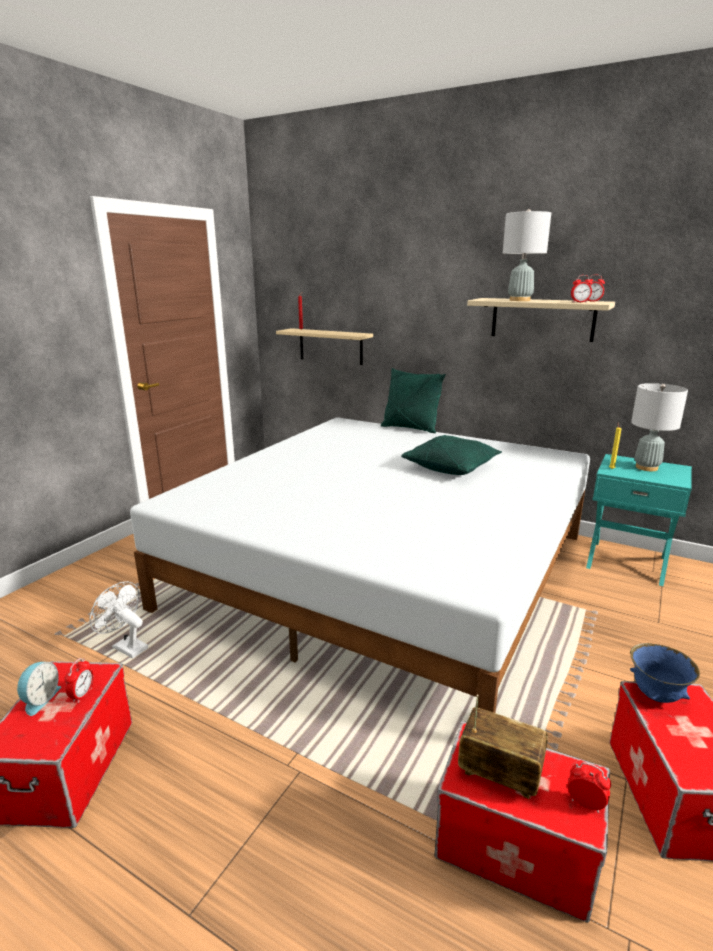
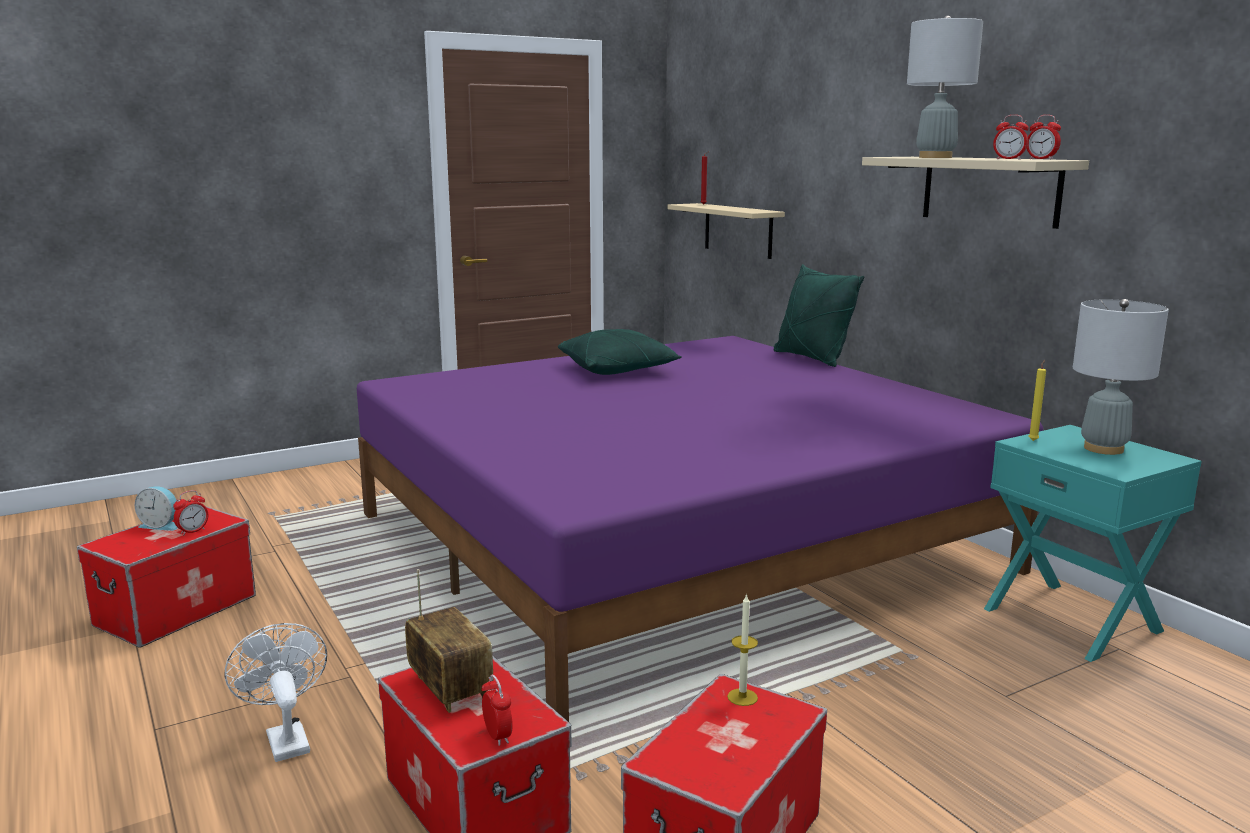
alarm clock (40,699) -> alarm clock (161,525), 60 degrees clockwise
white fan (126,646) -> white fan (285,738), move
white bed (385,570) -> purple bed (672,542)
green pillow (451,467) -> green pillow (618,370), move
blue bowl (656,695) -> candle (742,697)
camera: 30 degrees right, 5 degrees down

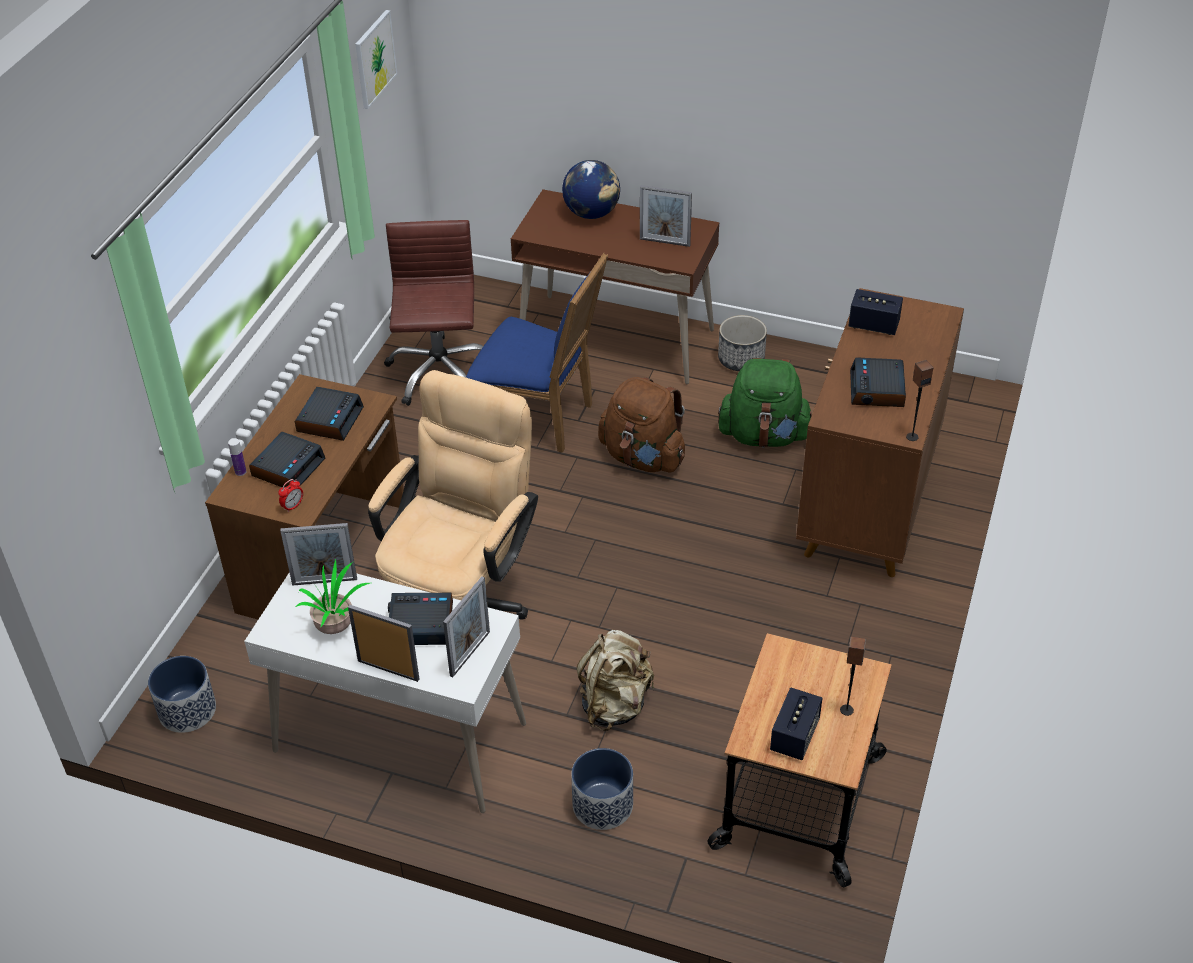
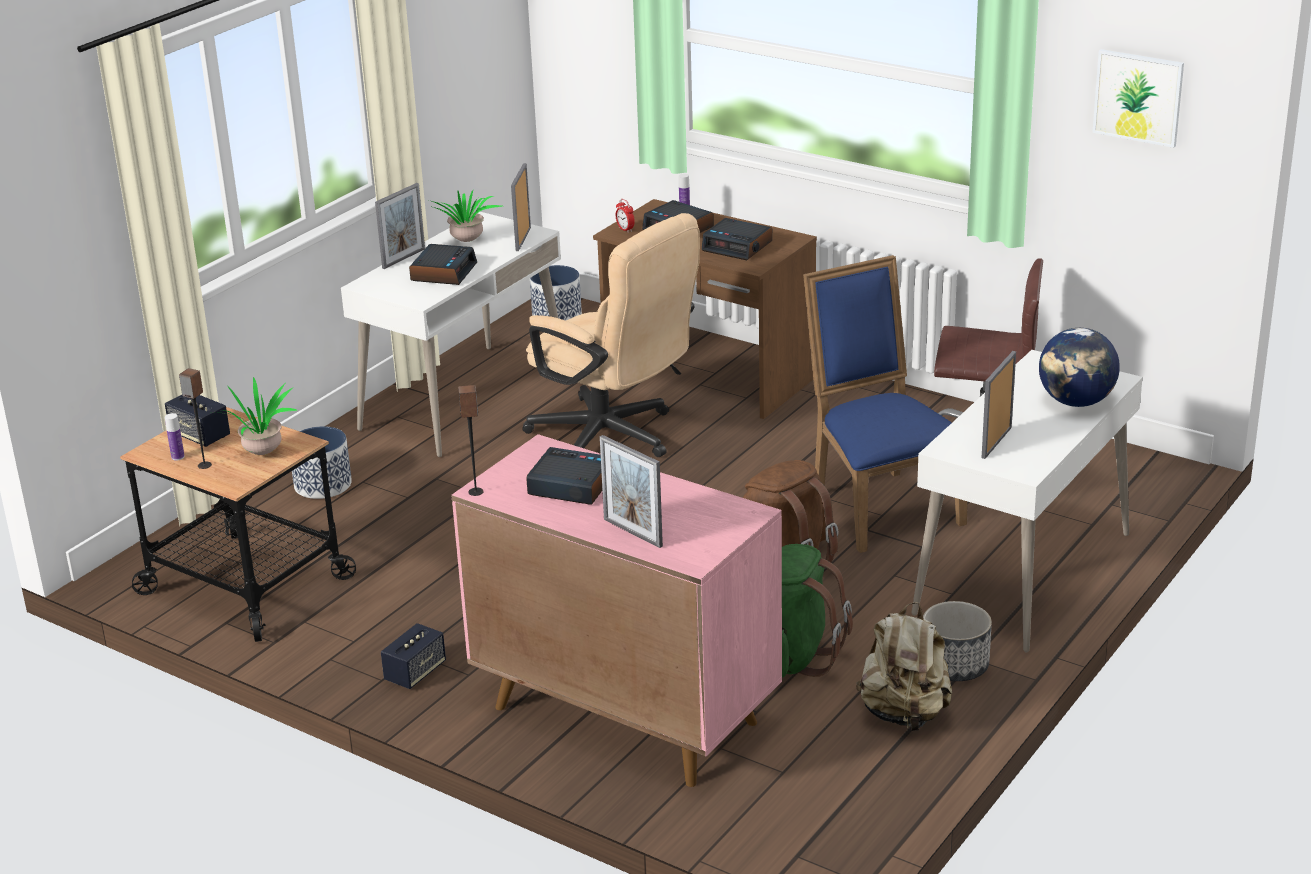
none -> bottle (178,457)
none -> potted plant (262,451)
speaker (873,325) -> speaker (415,673), move
brown cabinet (867,506) -> pink cabinet (623,714)
picture frame (470,653) -> picture frame (632,533), move
blue chair (539,418) -> blue chair (879,505), 120 degrees clockwise
beige backpack (615,704) -> beige backpack (904,714), move
brown desk (616,339) -> white desk (1024,574)
camera: 105 degrees right, 15 degrees down

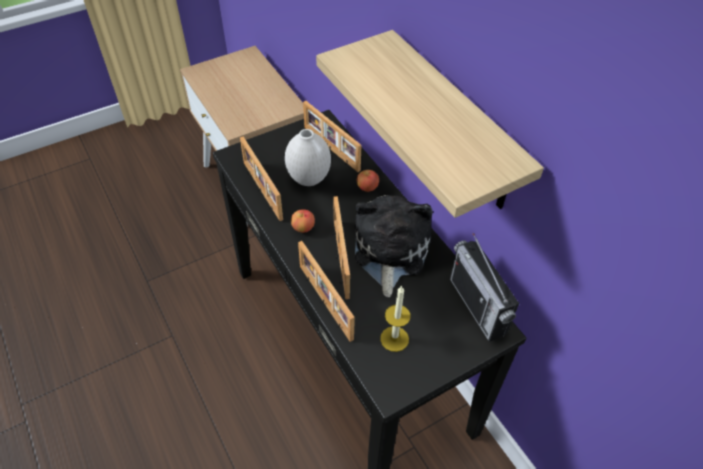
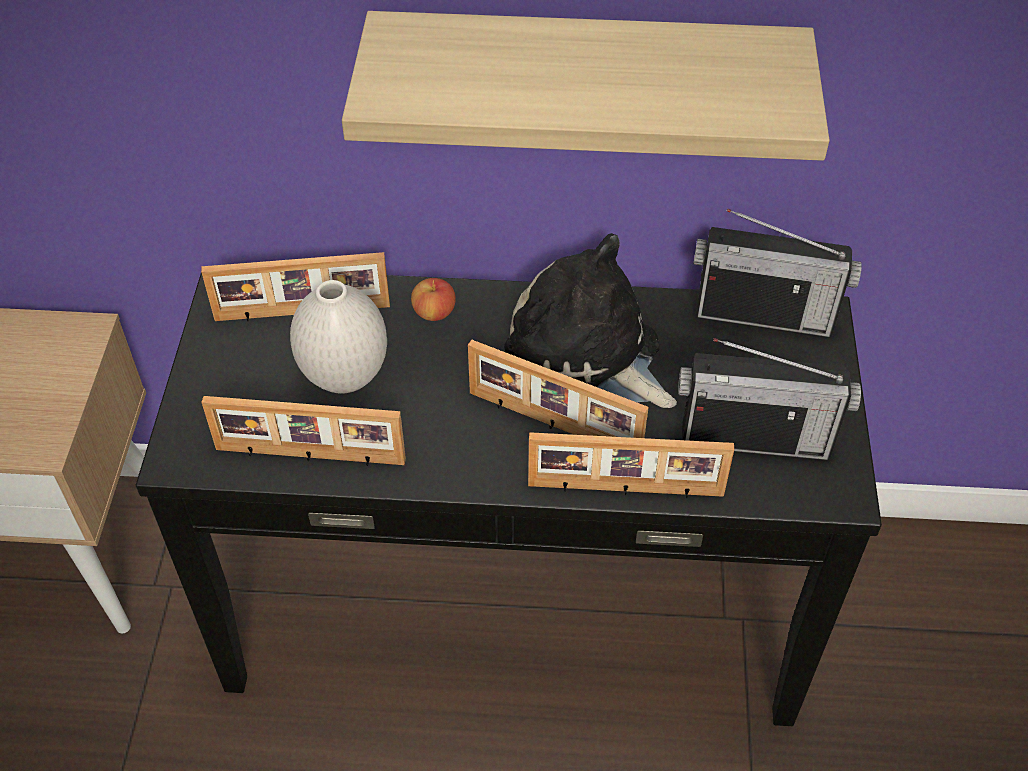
candle (394,339) -> radio (755,439)
apple (303,227) -> none
camera: 55 degrees left, 0 degrees up

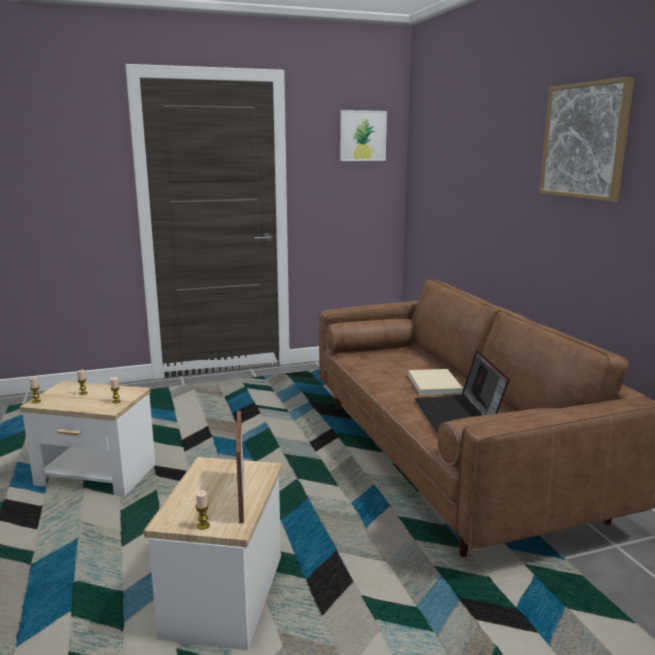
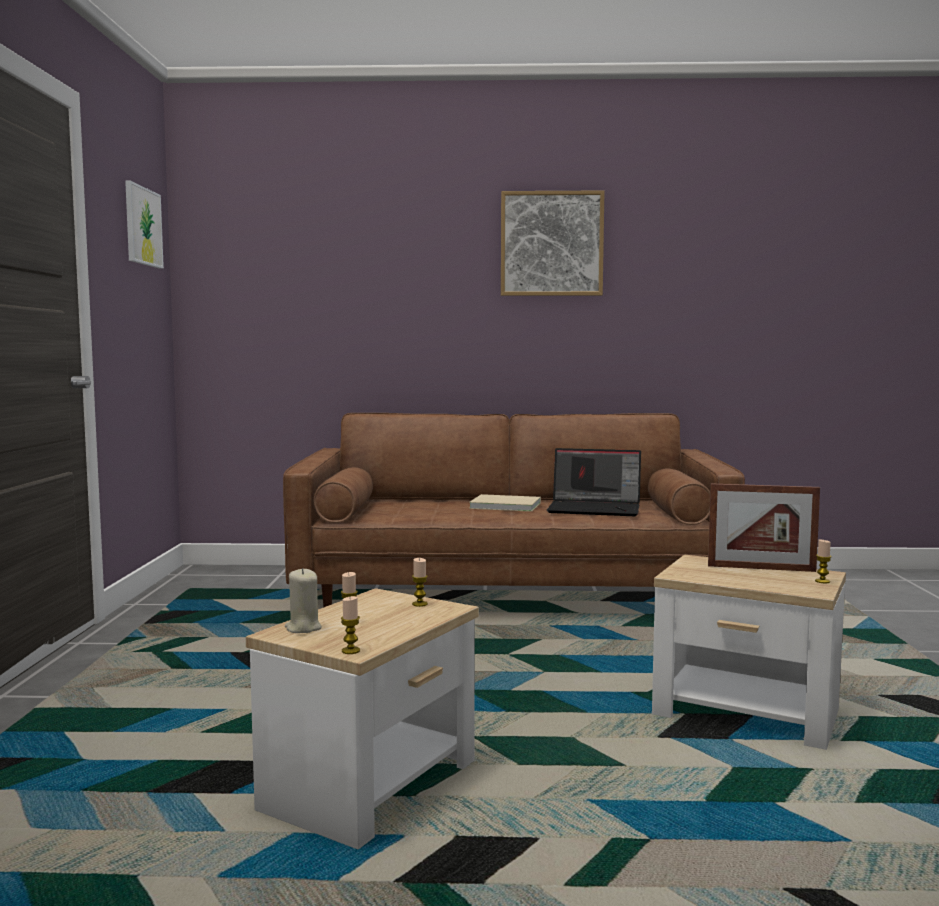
none -> beige candle (303,628)
camera: 70 degrees left, 10 degrees down

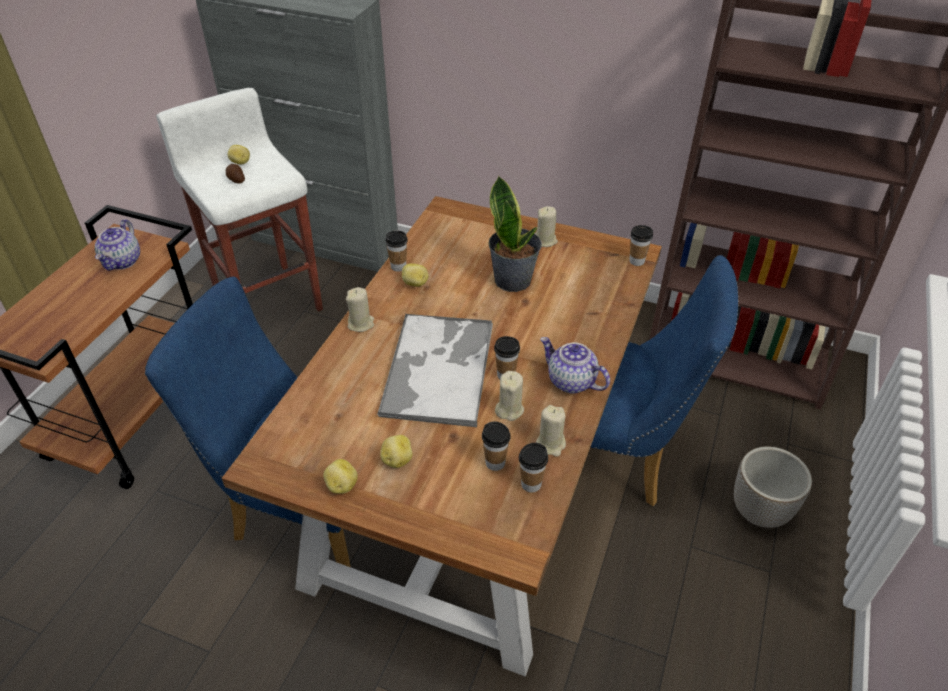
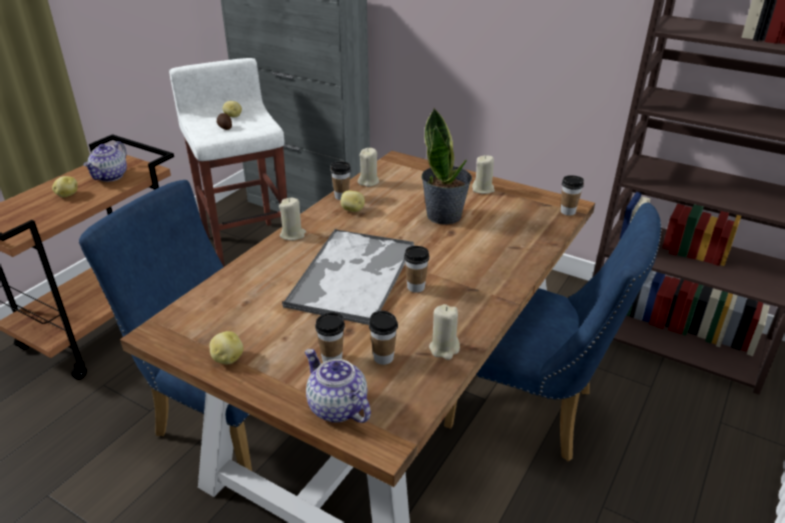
potato (396,460) -> potato (67,195), move
teapot (570,381) -> teapot (336,407), move
cup (531,484) -> cup (332,359), move
beige candle (509,409) -> beige candle (368,182), move
planter (760,512) -> none
camera: 10 degrees right, 10 degrees down

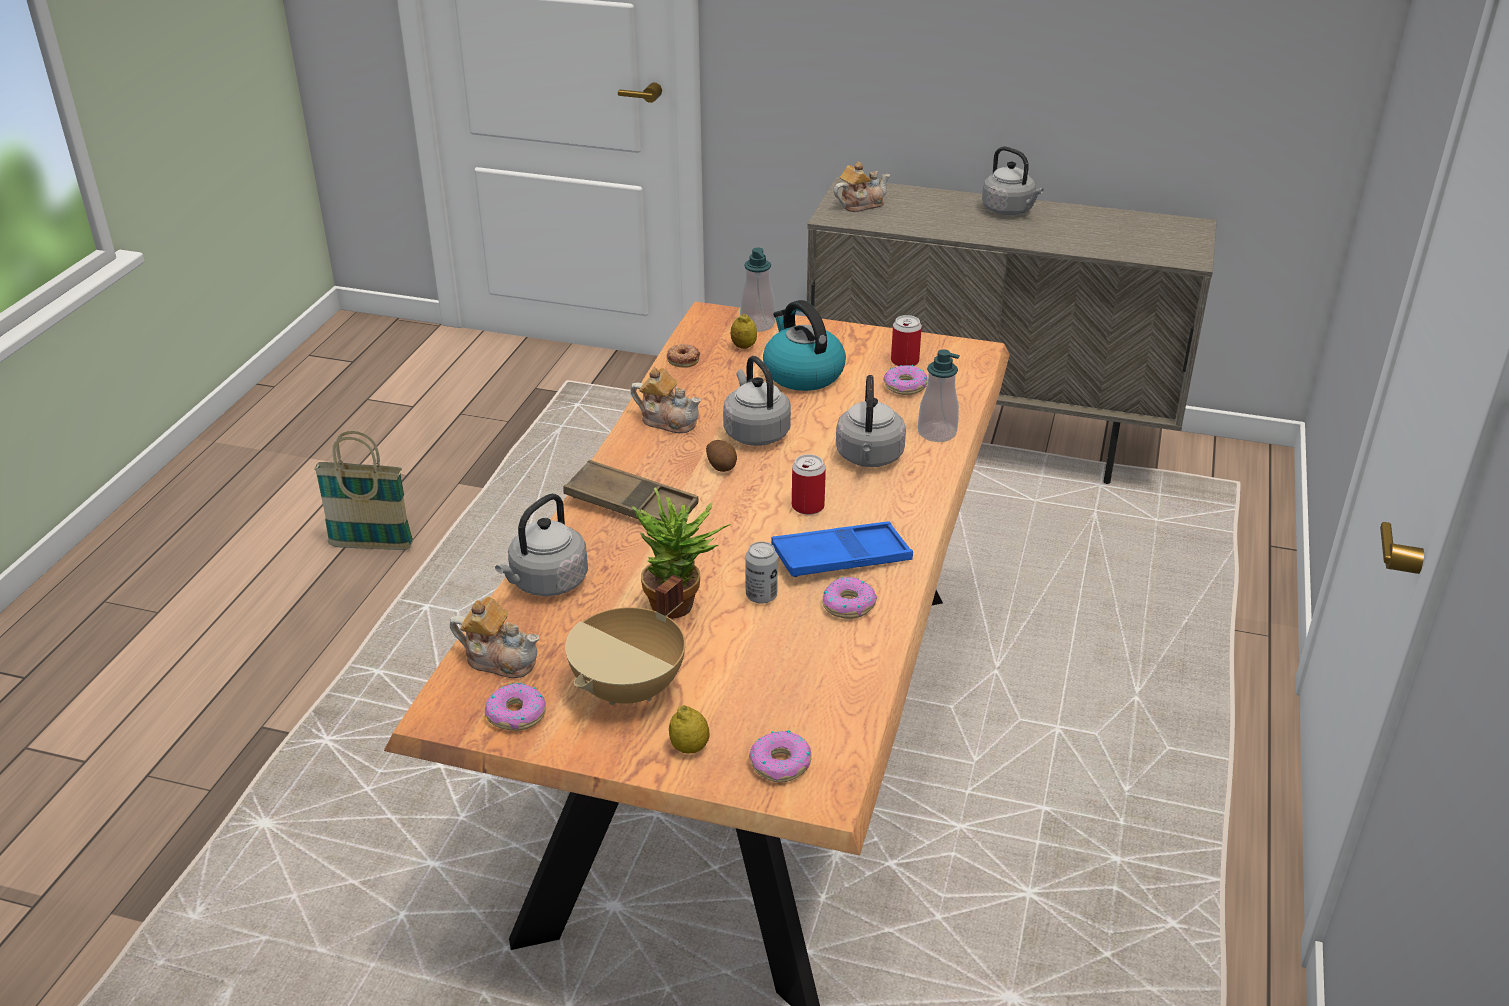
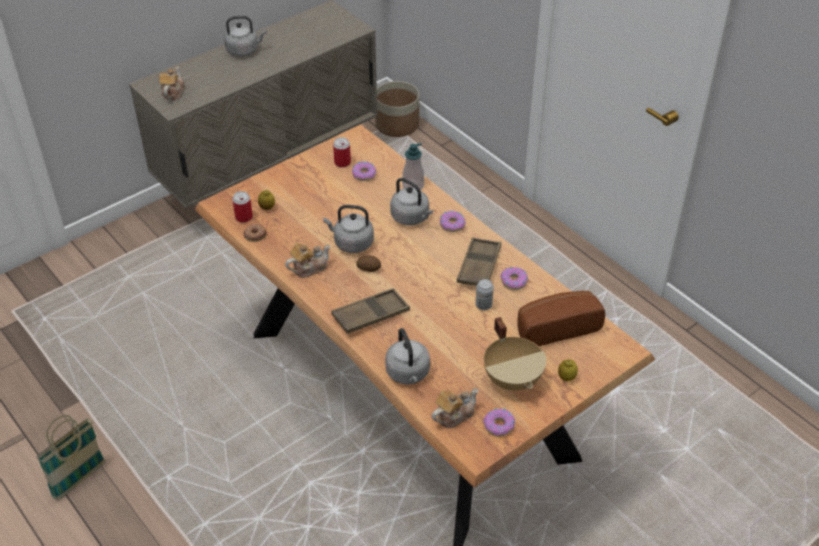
can (807,506) -> can (244,217), move
none -> planter (397,124)
donut (781,764) -> donut (452,224), move
blue tray (841,558) -> brown tray (479,266)
none -> bread (555,327)
potted plant (681,606) -> none
soap dispenser (757,324) -> none
kettle (802,374) -> none
camera: 55 degrees left, 10 degrees up

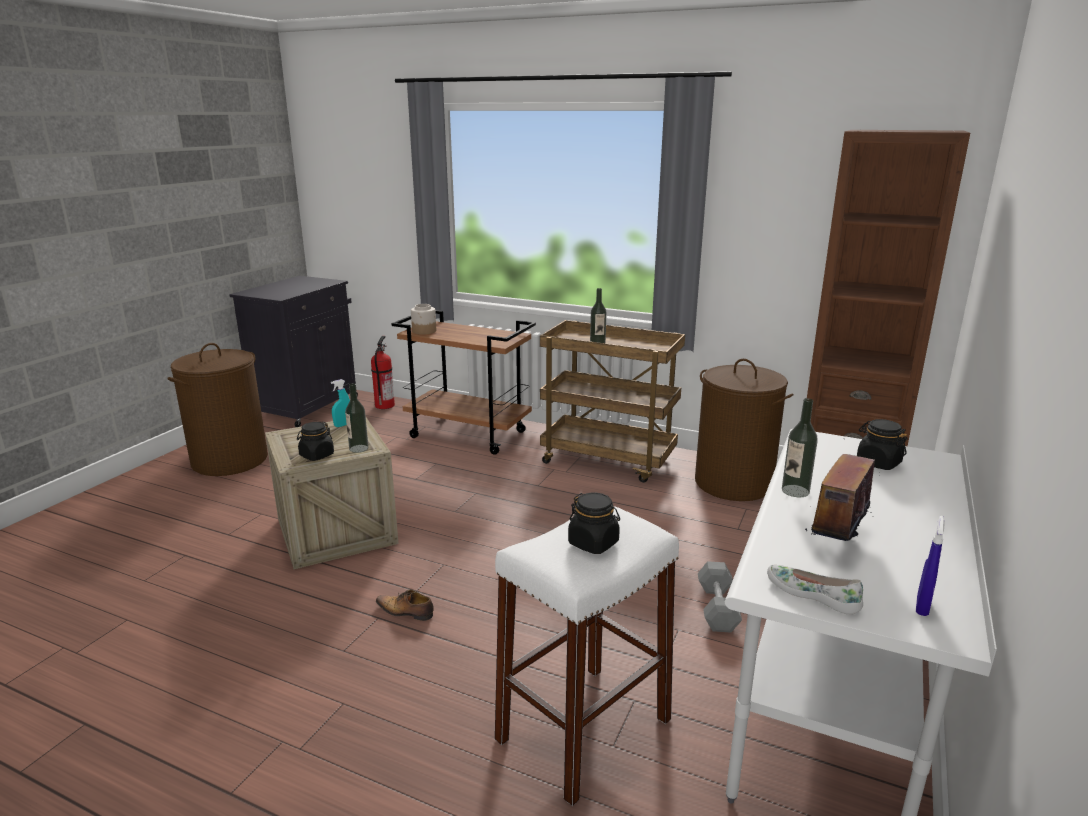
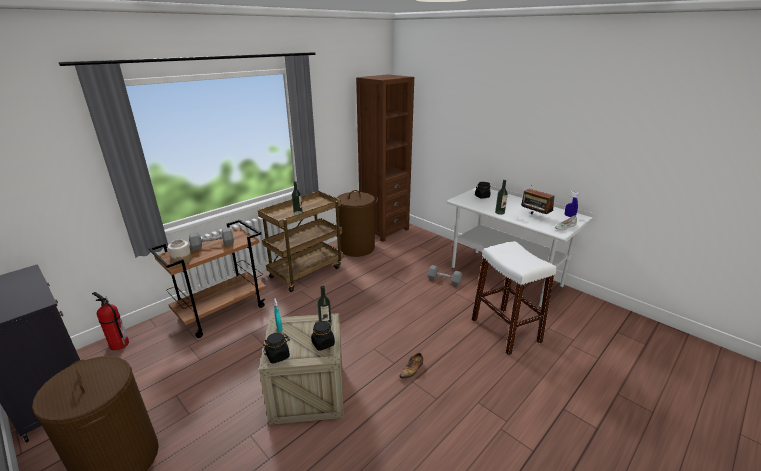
none -> grey dumbbell (213,245)
black jar (593,543) -> black jar (278,356), move
camera: 70 degrees left, 5 degrees up

